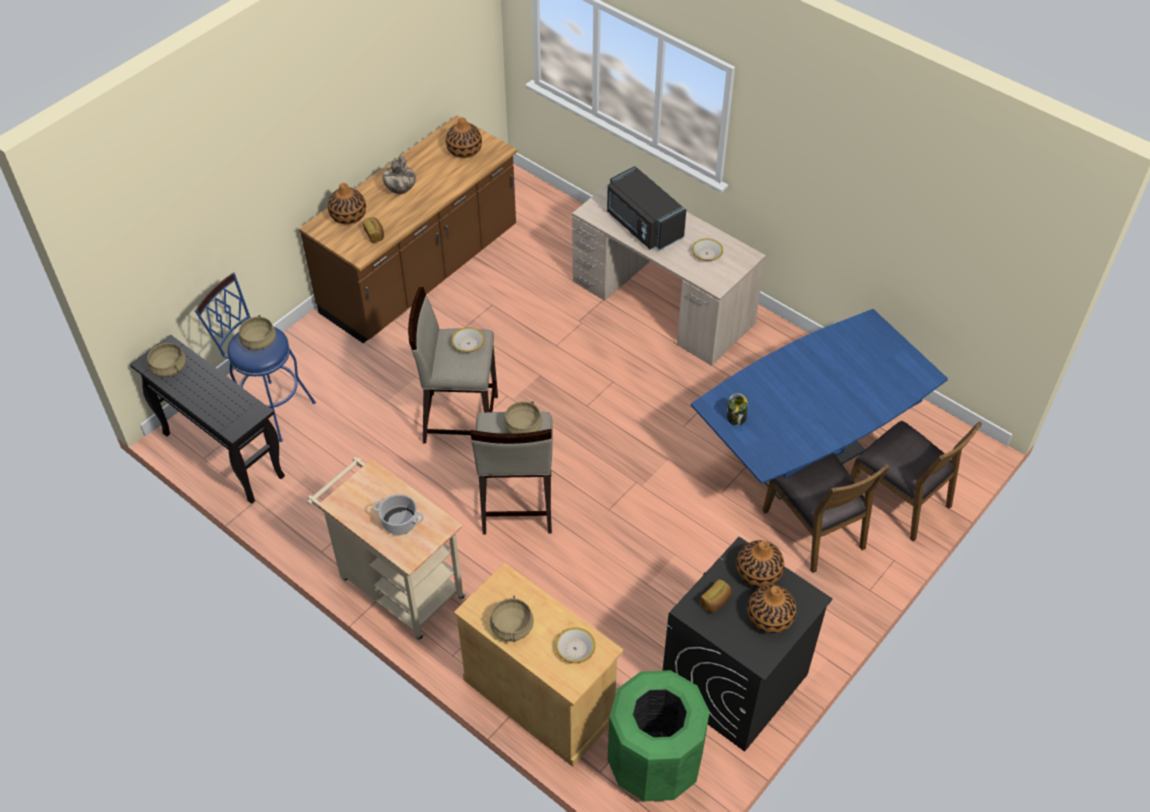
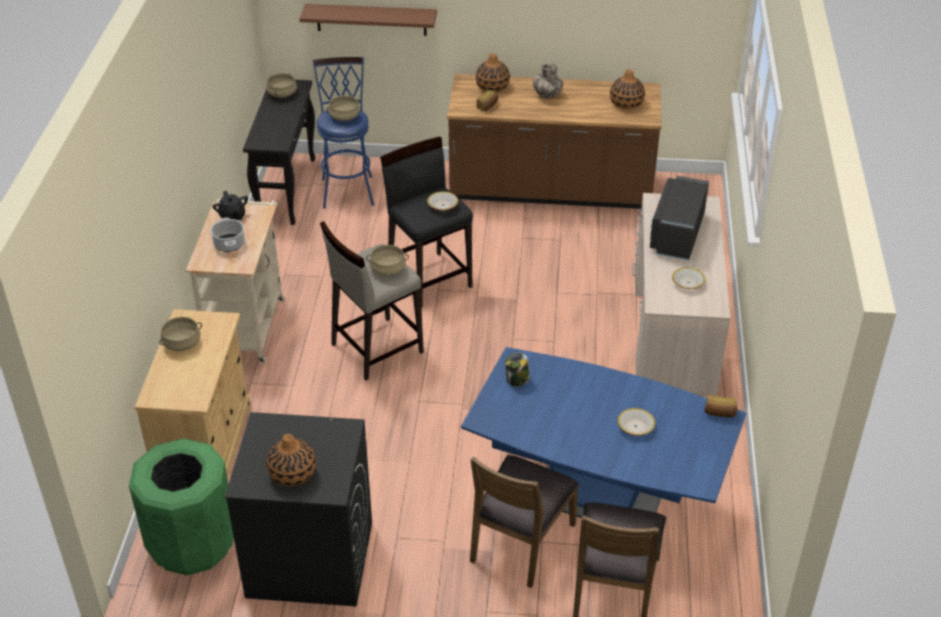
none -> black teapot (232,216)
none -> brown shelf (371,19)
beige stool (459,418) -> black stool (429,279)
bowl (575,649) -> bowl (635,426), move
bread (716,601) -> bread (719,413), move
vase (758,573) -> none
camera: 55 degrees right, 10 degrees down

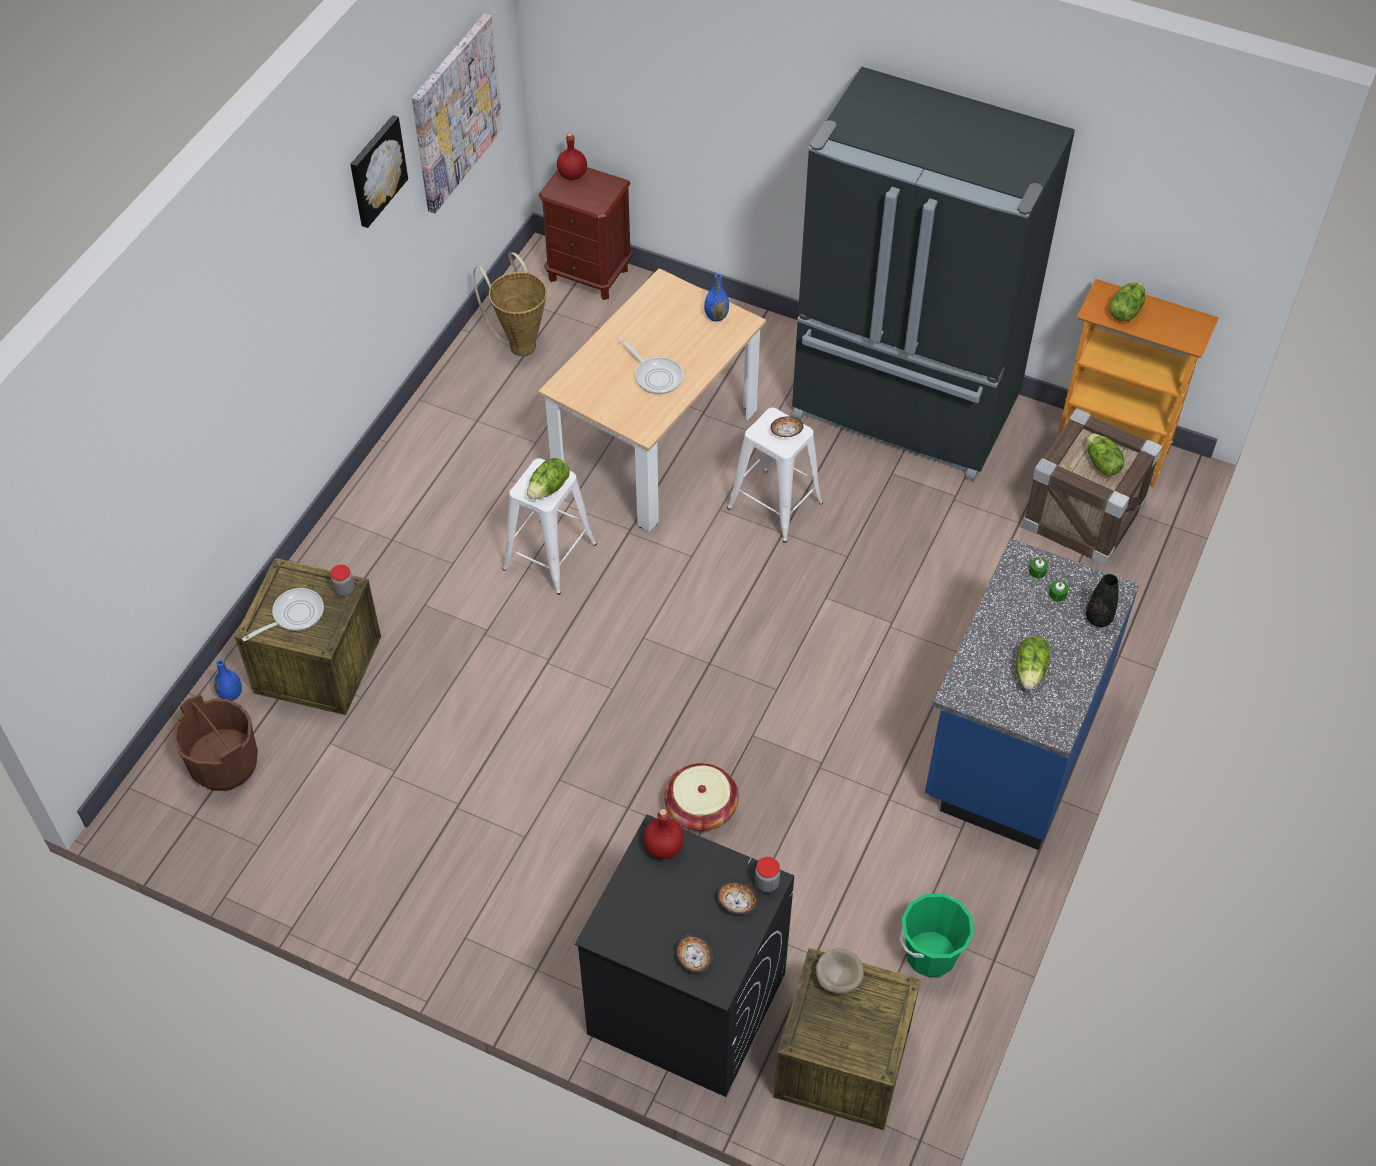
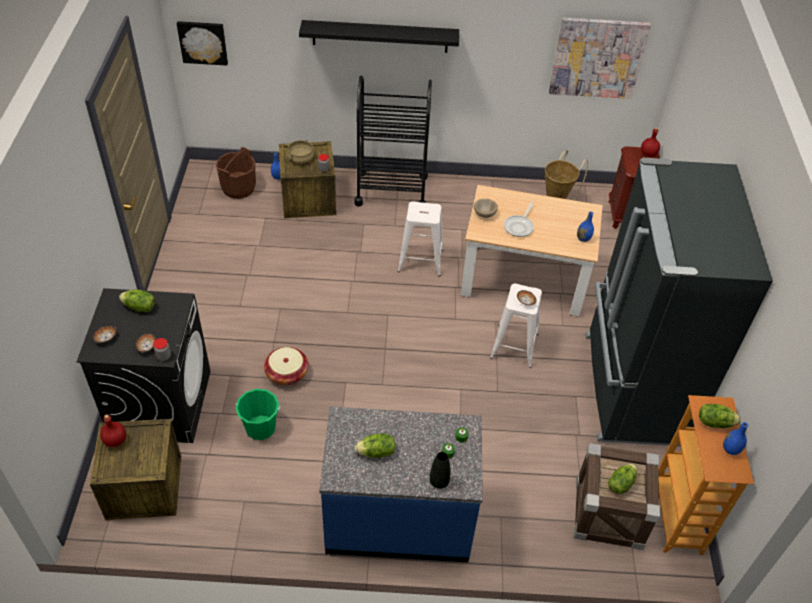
red bottle (663,847) -> red bottle (115,440), move
lettuce (549,488) -> lettuce (139,307), move
picture (376,170) -> picture (203,42), move
green bucket (930,954) -> green bucket (260,427), move
frying pan (294,615) -> beige cooking pot (300,158)
none -> black shelf (380,36)
none -> black cart (391,190)
beige bowl (837,978) -> beige bowl (485,213), move
none -> blue vase (730,449)
camera: 65 degrees right, 5 degrees down

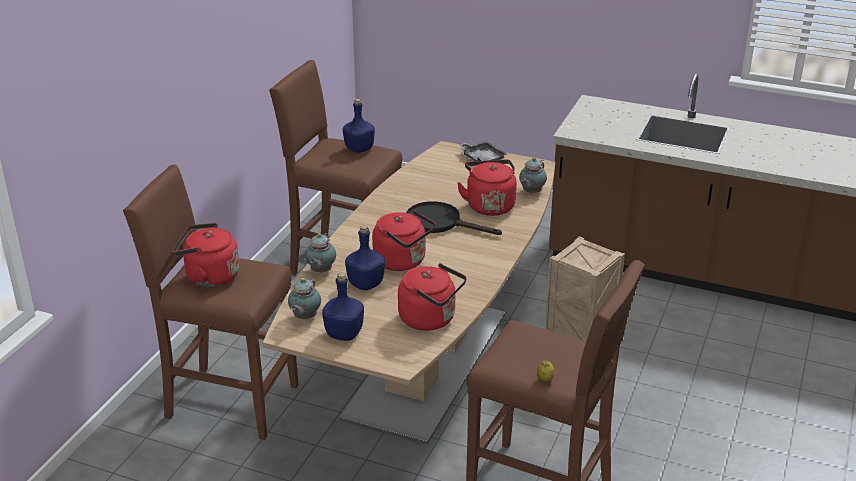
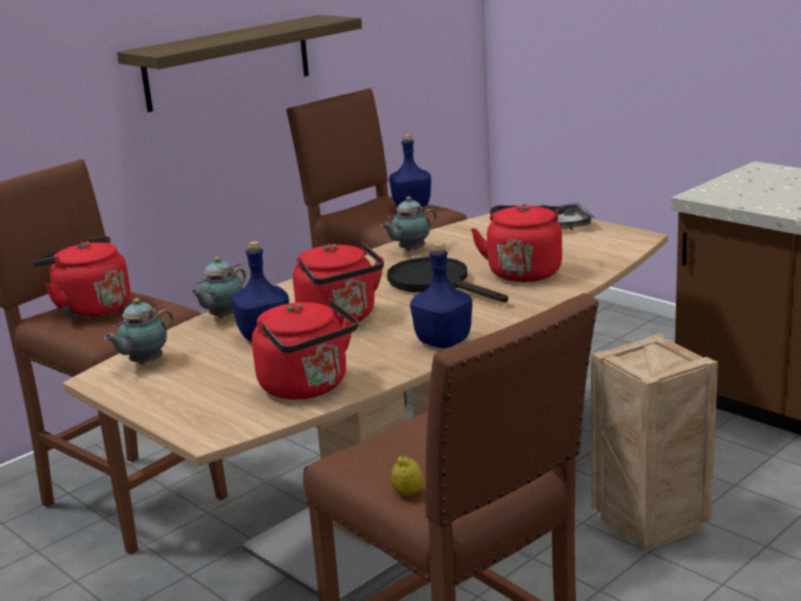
none -> shelf (228,62)
teapot (531,192) -> teapot (410,250), move
blue bottle (344,334) -> blue bottle (442,342), move
camera: 25 degrees right, 10 degrees down

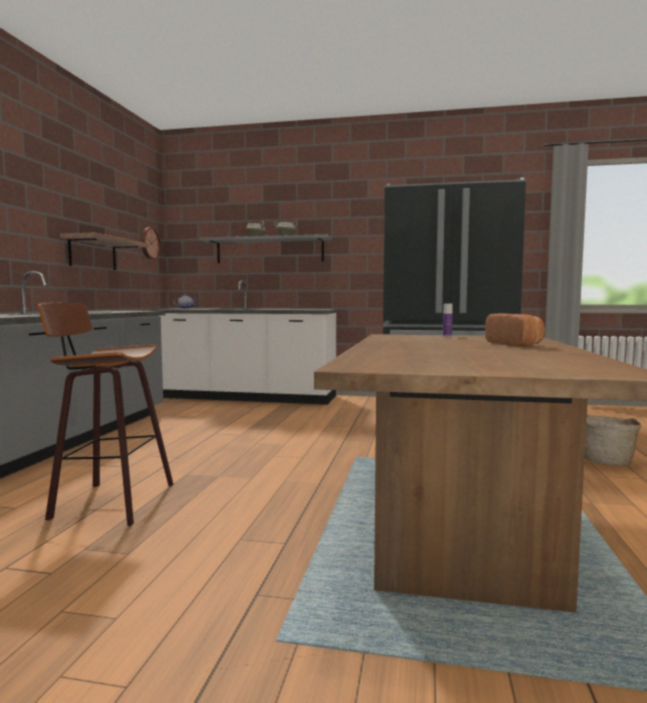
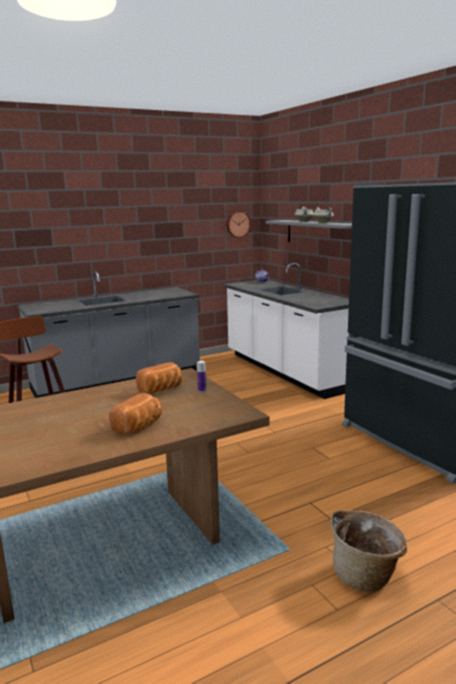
none -> bread (162,389)
shelf (93,253) -> none
camera: 50 degrees right, 10 degrees up

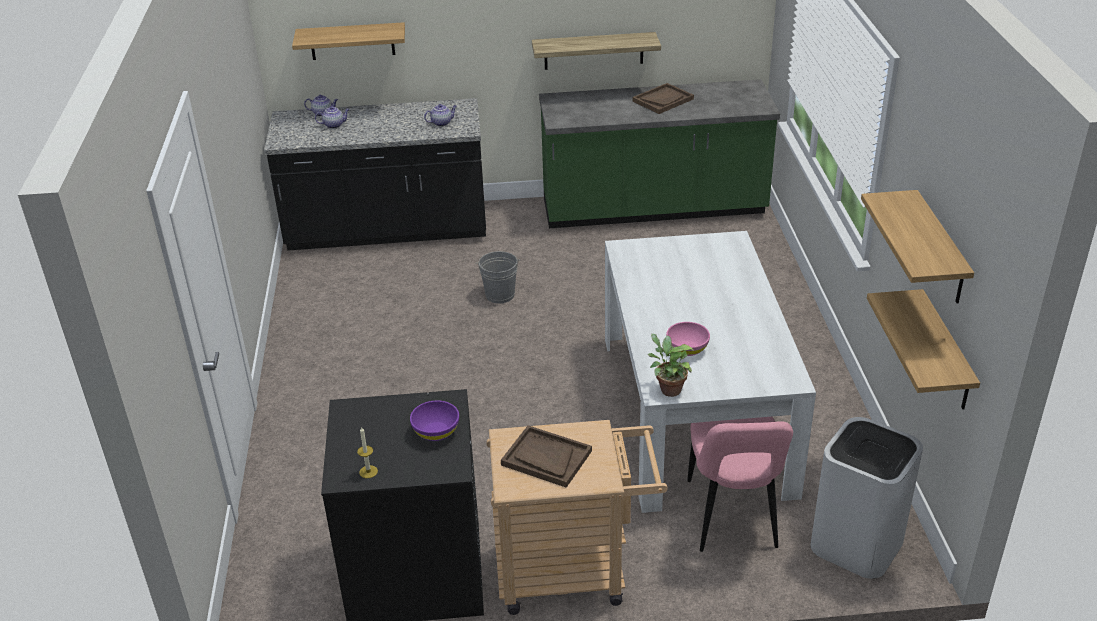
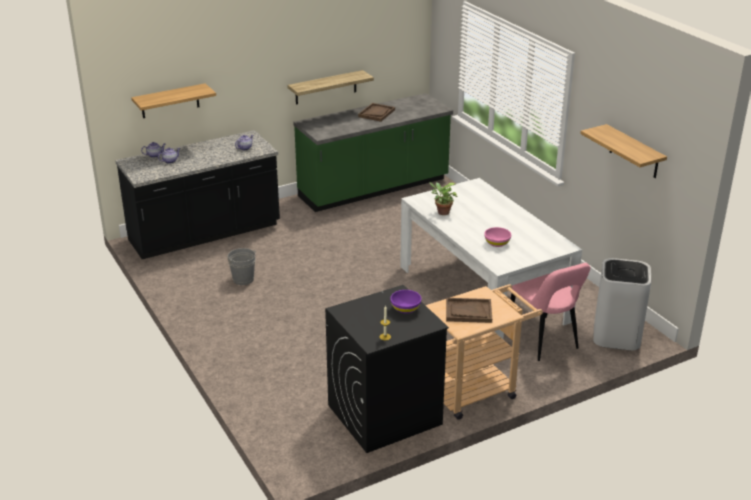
grey bucket (500,295) -> grey bucket (243,279), move
potted plant (668,389) -> potted plant (441,212), move
shelf (946,352) -> none
camera: 25 degrees left, 5 degrees down

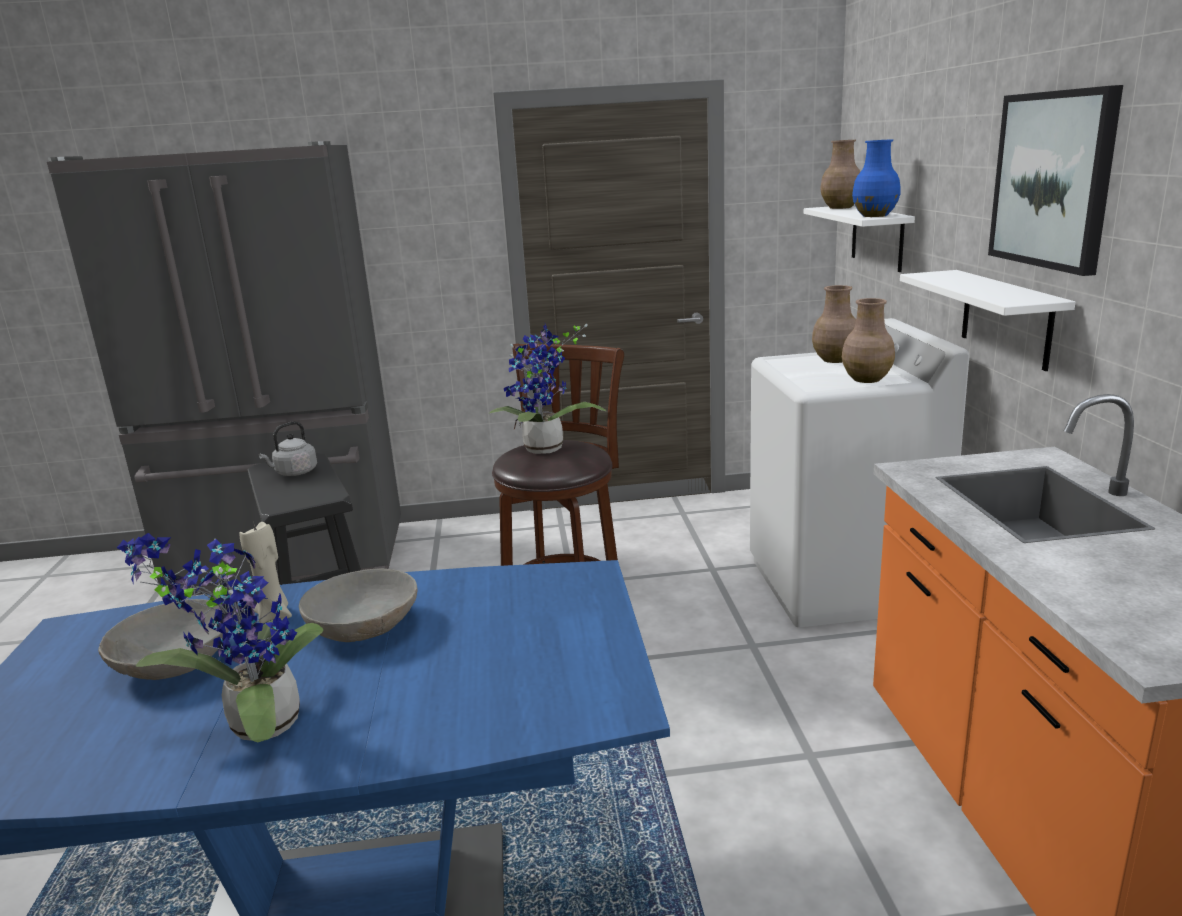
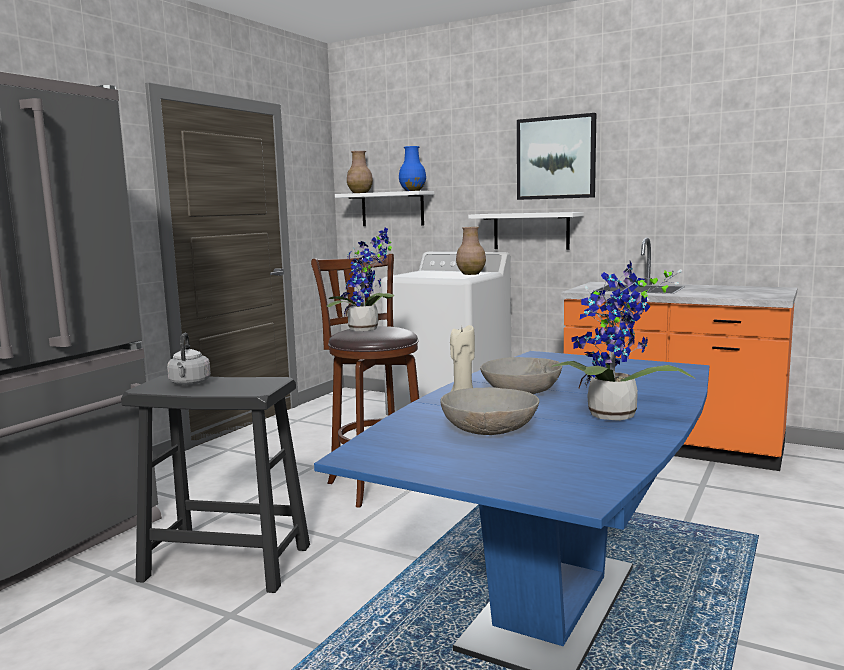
brown vase (834,360) -> none
camera: 55 degrees left, 10 degrees down

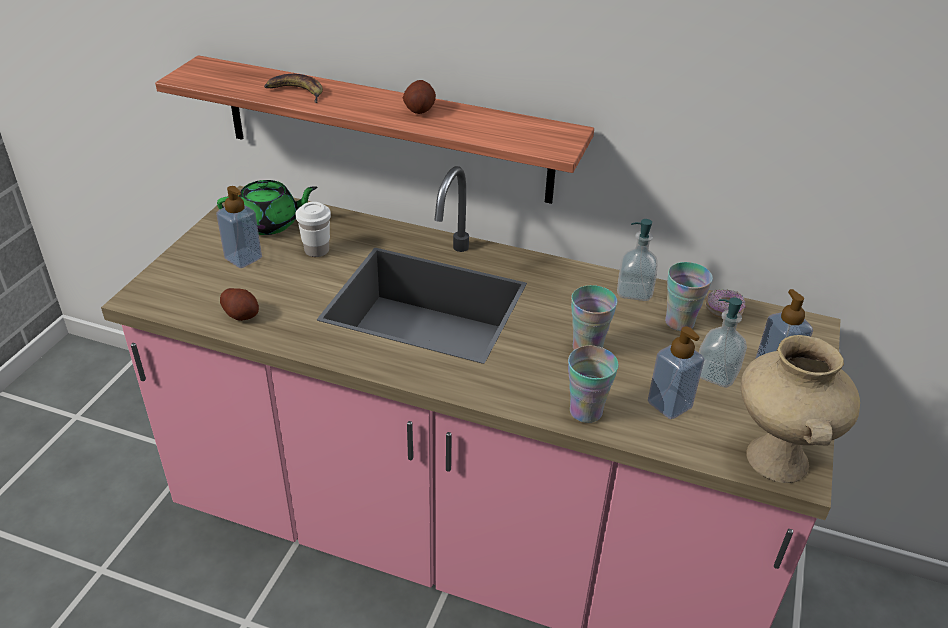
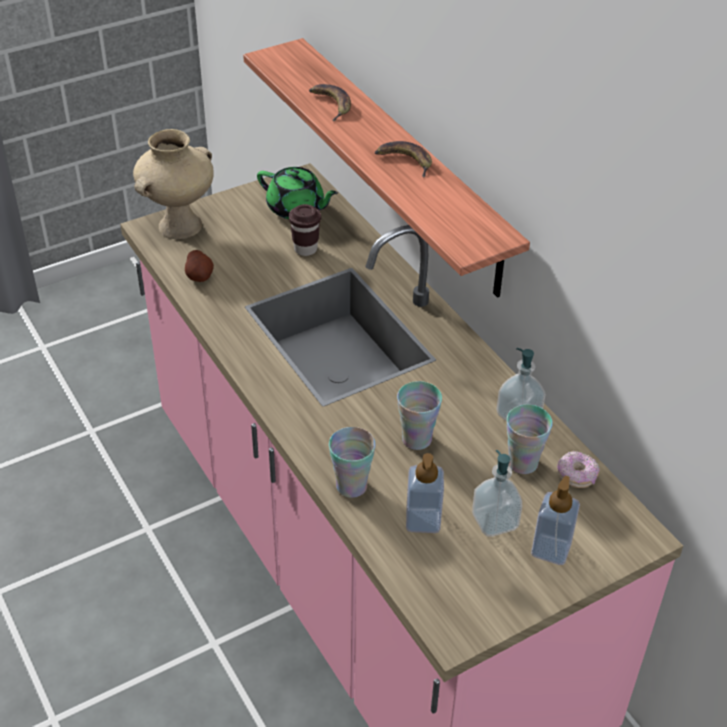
beige vase (775,458) -> beige vase (180,225), move
white cup (317,250) -> brown cup (305,249)
potato (419,109) -> banana (404,161)
soap dispenser (243,258) -> none
camera: 40 degrees right, 5 degrees up

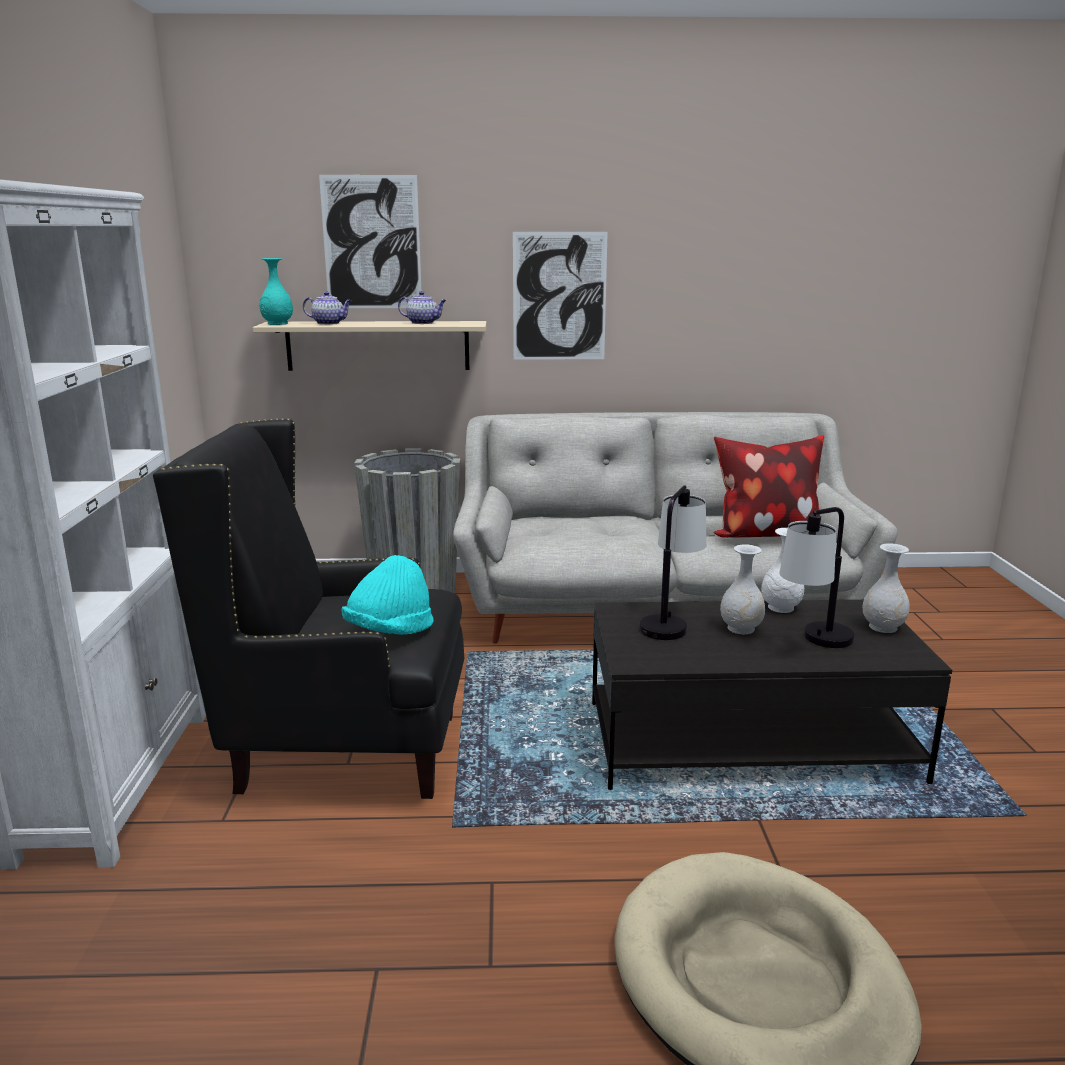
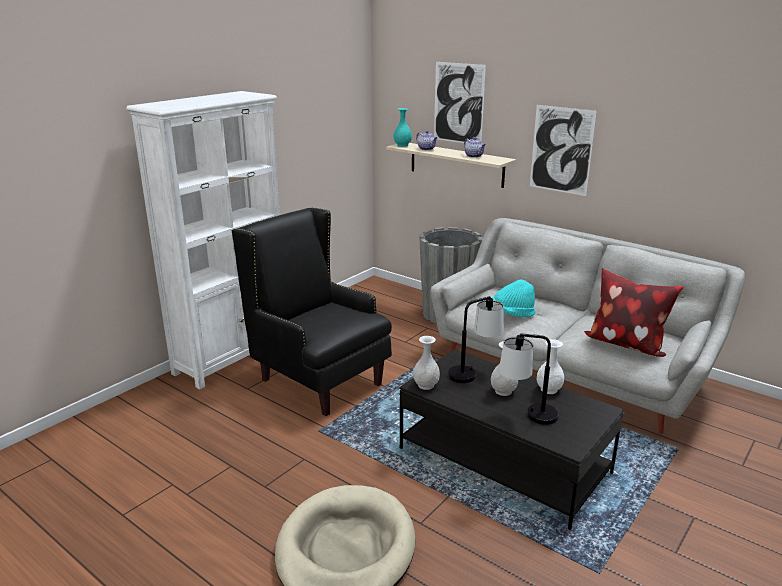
white vase (883,627) -> white vase (426,385), move
turquoise hat (389,632) -> turquoise hat (512,313), move
camera: 40 degrees right, 5 degrees up

